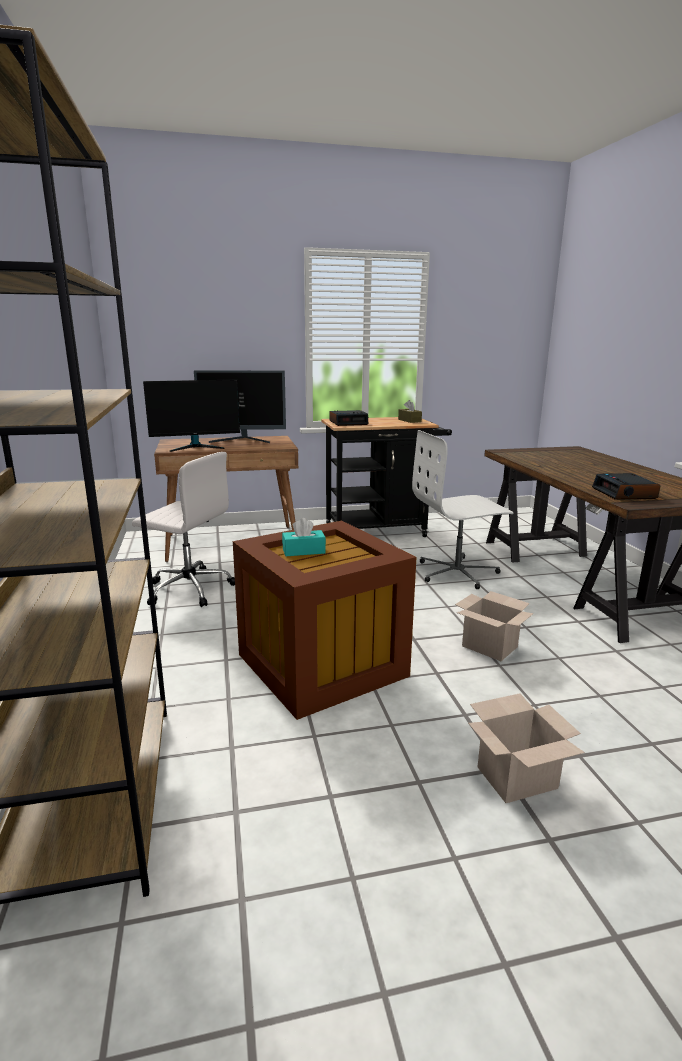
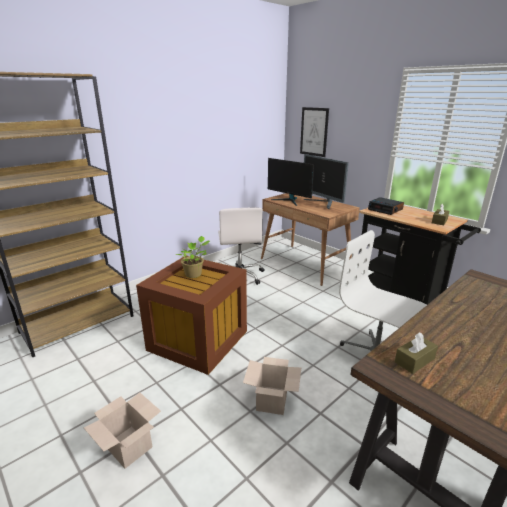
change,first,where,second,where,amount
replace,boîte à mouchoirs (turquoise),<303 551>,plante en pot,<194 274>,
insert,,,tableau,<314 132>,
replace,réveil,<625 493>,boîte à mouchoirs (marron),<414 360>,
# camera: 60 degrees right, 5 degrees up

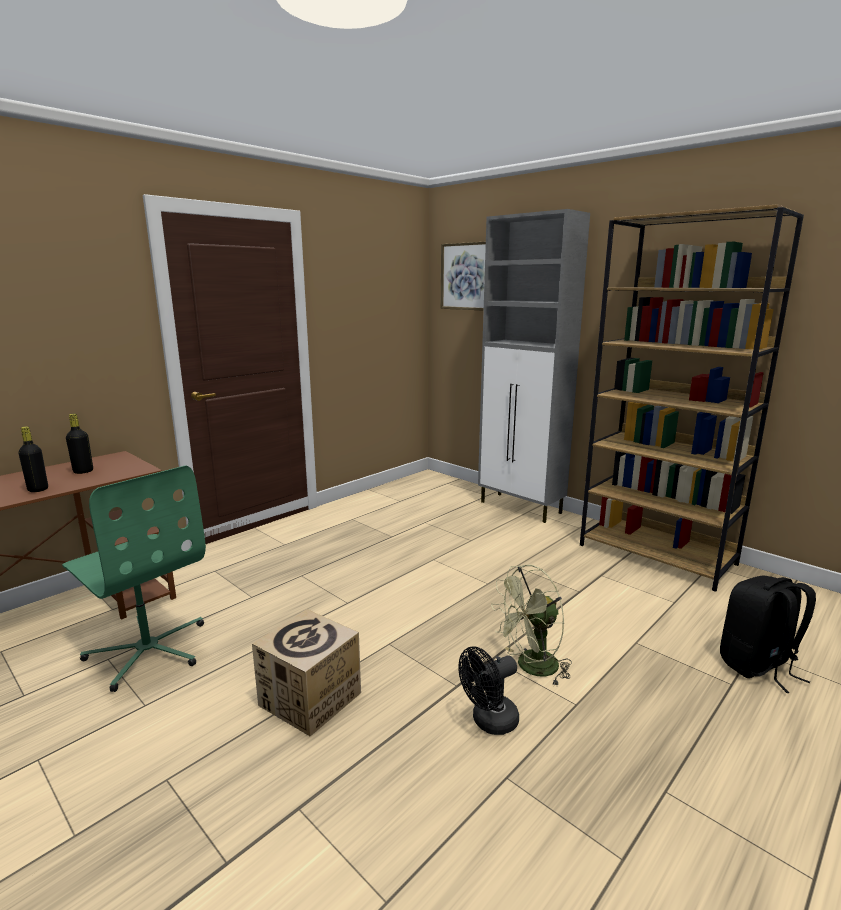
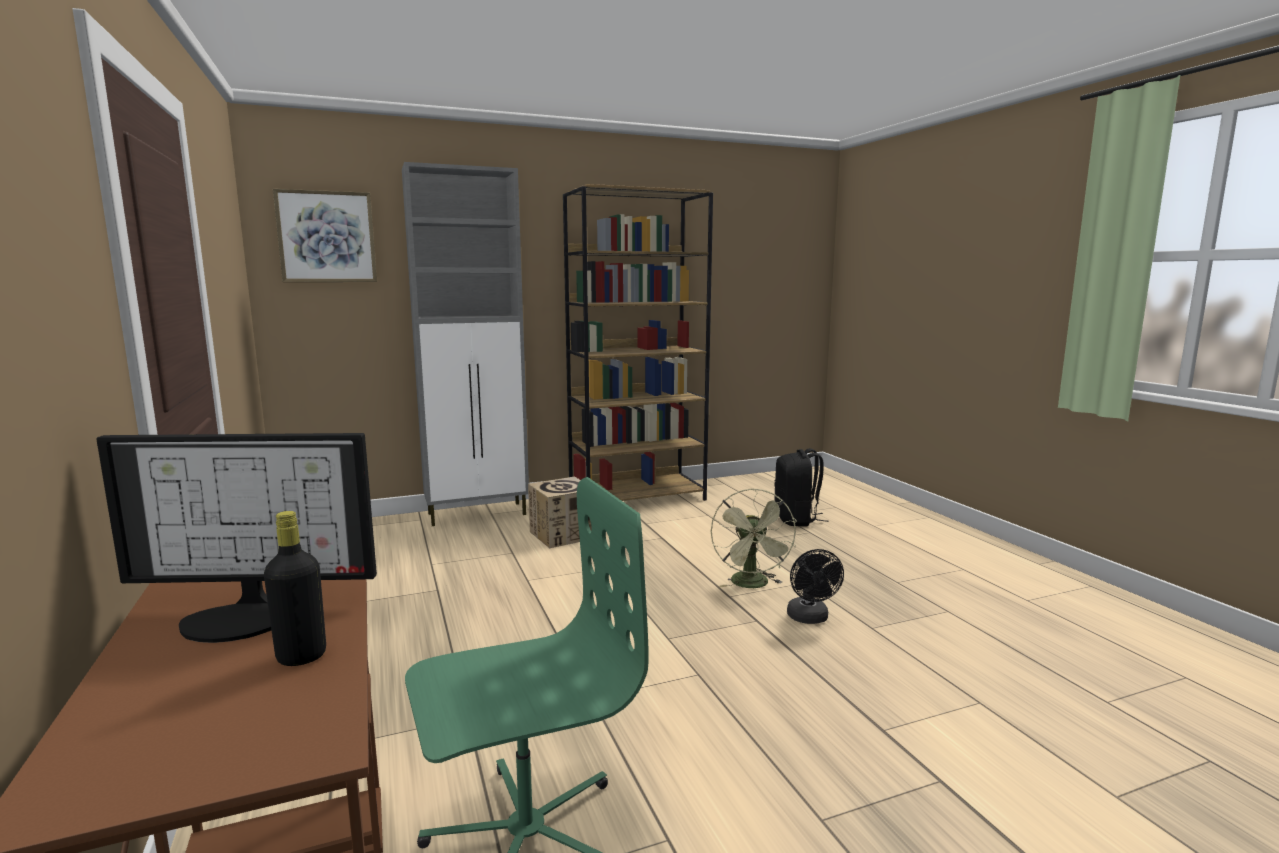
change,first,where,second,where,amount
replace,bouteille (noir),<83 471>,écran d'ordinateur,<243 616>,
move,carton,<310 699>,,<563 535>,
# camera: 65 degrees left, 5 degrees down

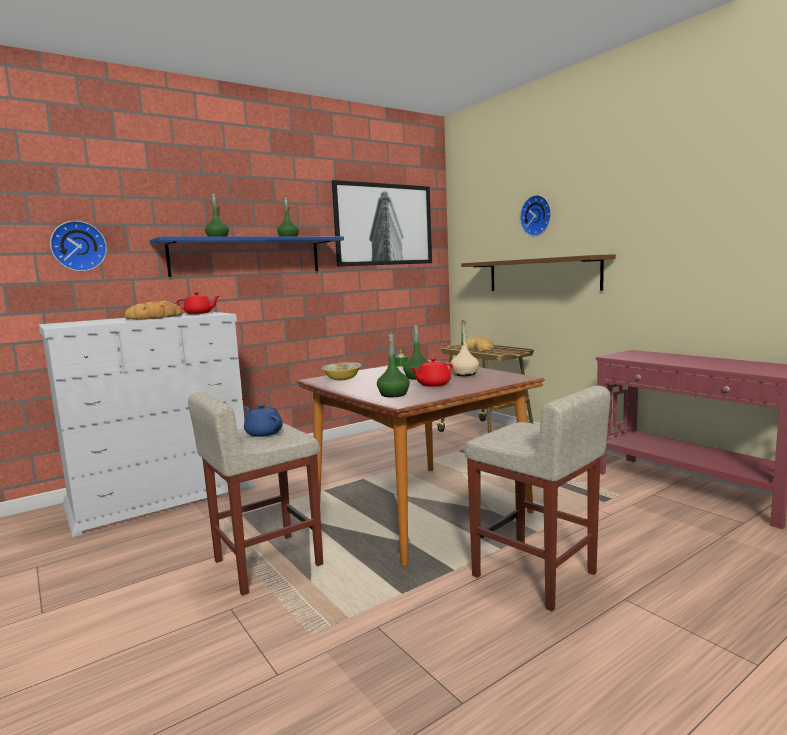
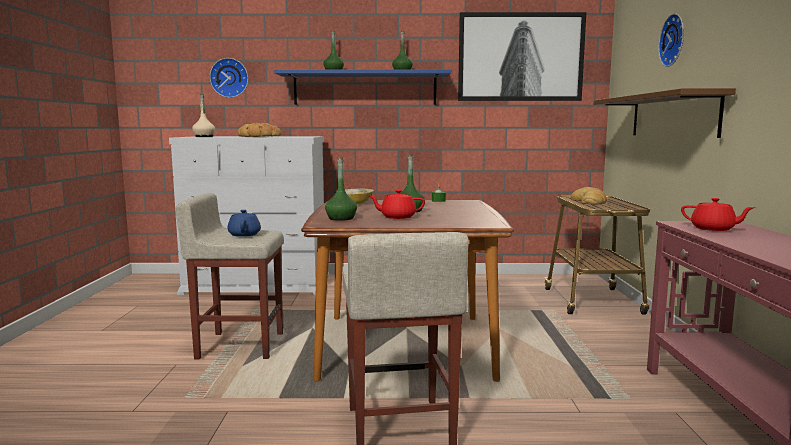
change,first,where,second,where,amount
move,bouteille (beige),<465 374>,,<204 136>,
move,théière (rouge),<199 313>,,<713 229>,
# camera: 35 degrees right, 0 degrees up

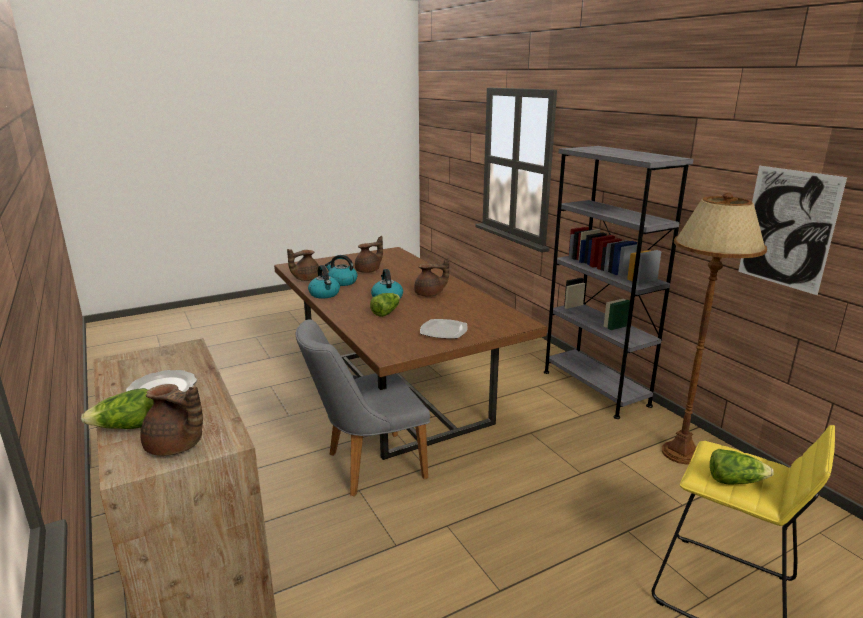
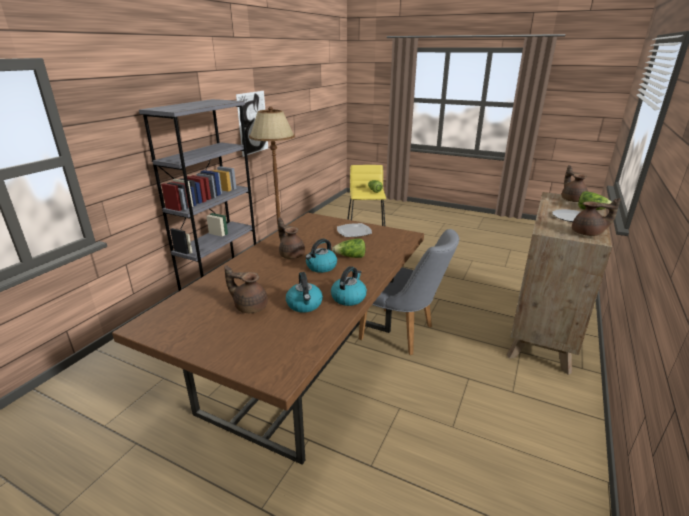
change,first,where,second,where,amount
move,théière (marron),<305 279>,,<588 233>,
# camera: 125 degrees left, 5 degrees up

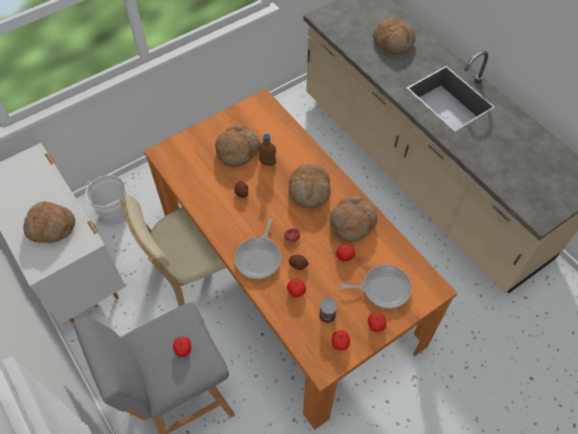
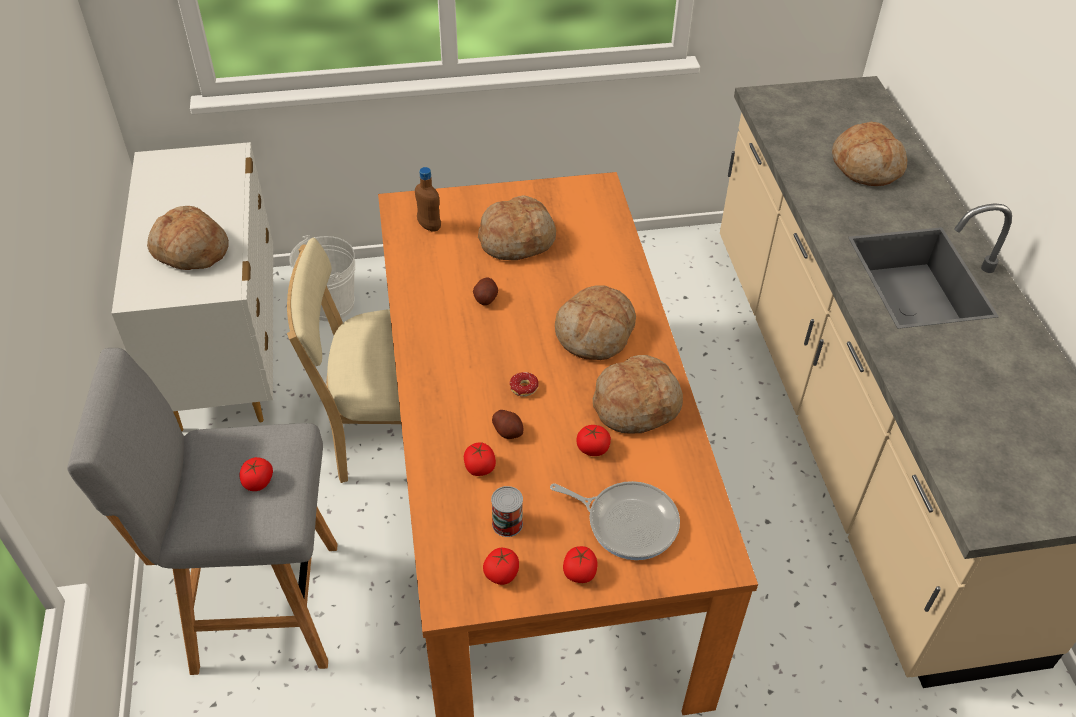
change,first,where,second,where,amount
move,bouteille (marron),<267 163>,,<429 226>,
delete,poêle,<259 257>,,,
# camera: 25 degrees right, 10 degrees down

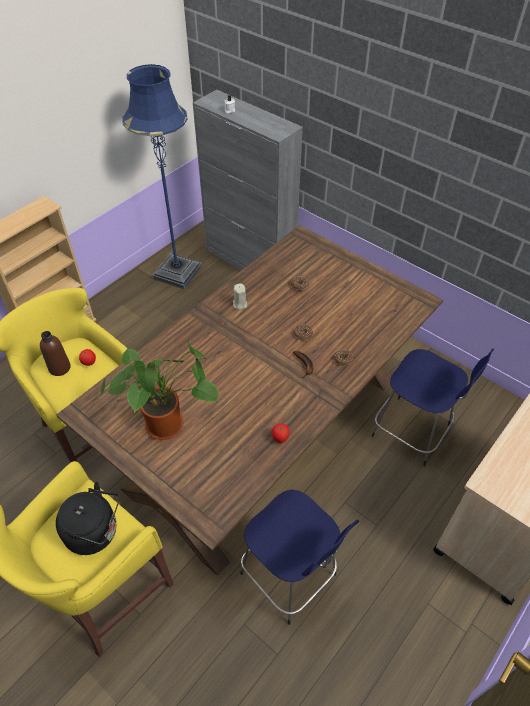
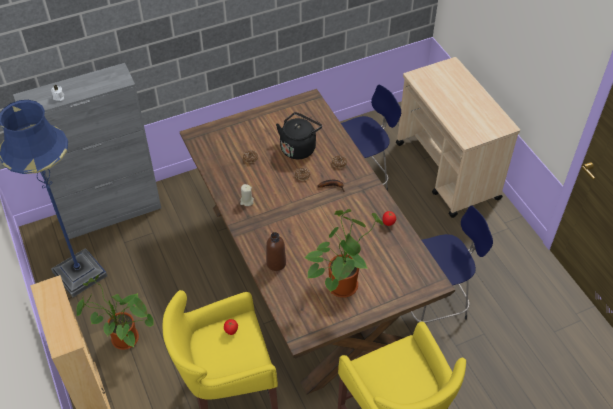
change,first,where,second,where,amount
insert,,,plante en pot,<122 339>,
move,bouteille (marron),<59 368>,,<276 263>,
move,bouilloire (noir),<96 532>,,<299 147>,
# camera: 65 degrees left, 0 degrees up

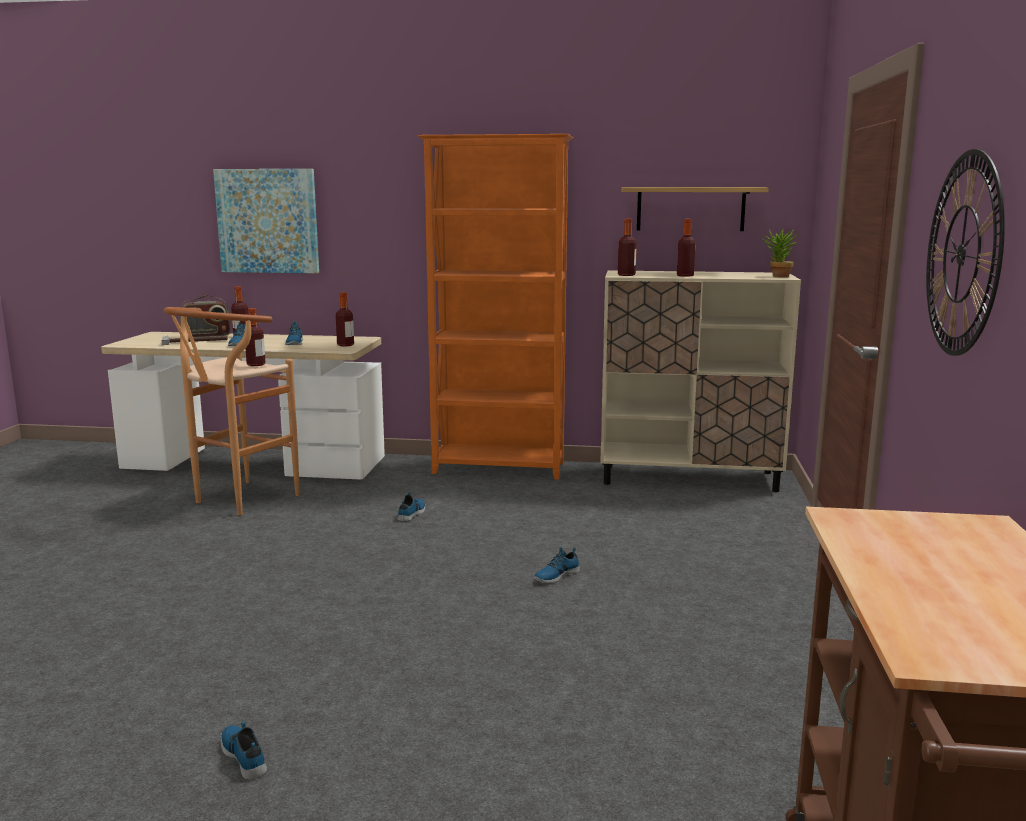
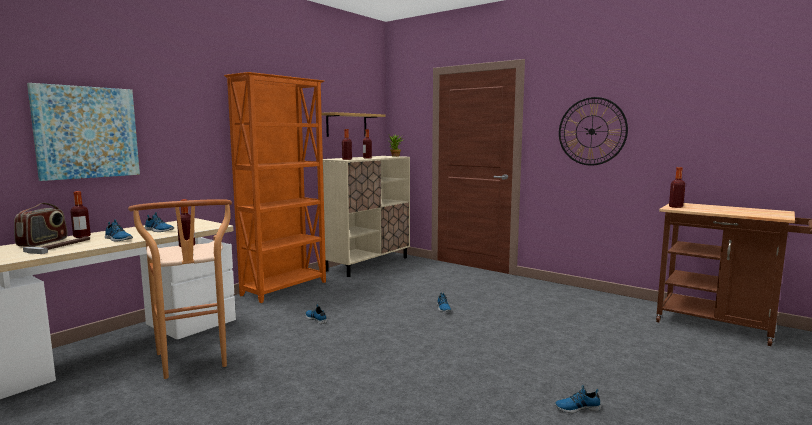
change,first,where,second,where,amount
move,bouteille,<345 345>,,<676 207>,
# camera: 60 degrees left, 5 degrees down

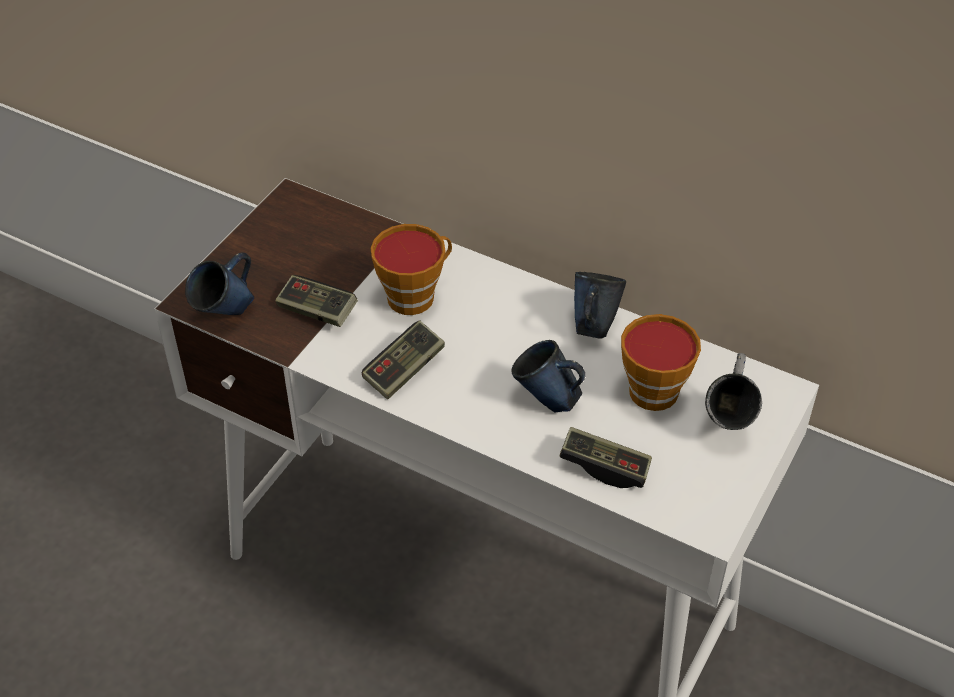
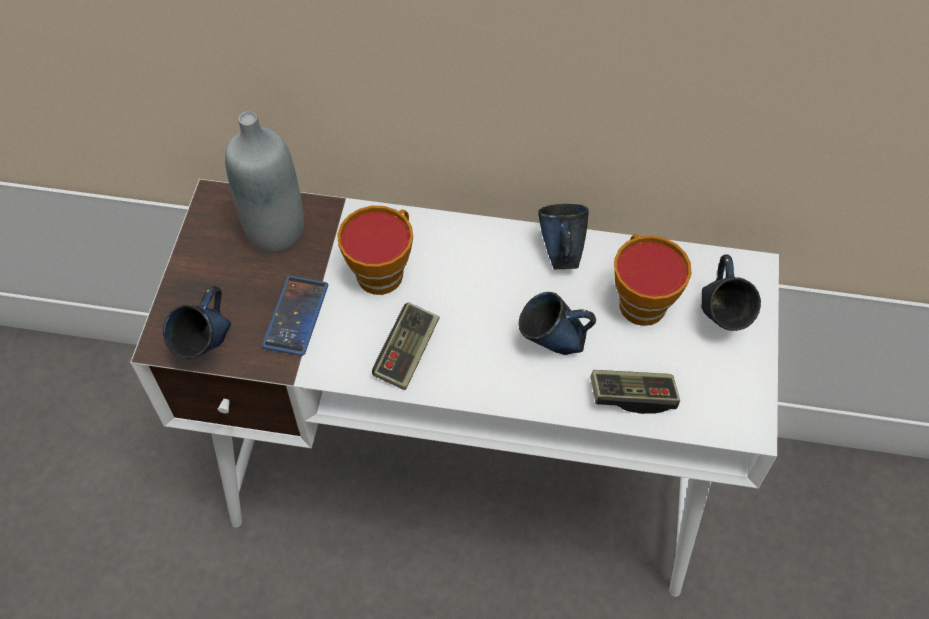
change,first,where,second,where,amount
insert,,,bouteille (gris),<275 231>,
replace,manette,<317 311>,téléphone,<296 316>,
recolor,mug (gris),<727 425>,mug (bleu),<719 319>,
# camera: 20 degrees left, 10 degrees up

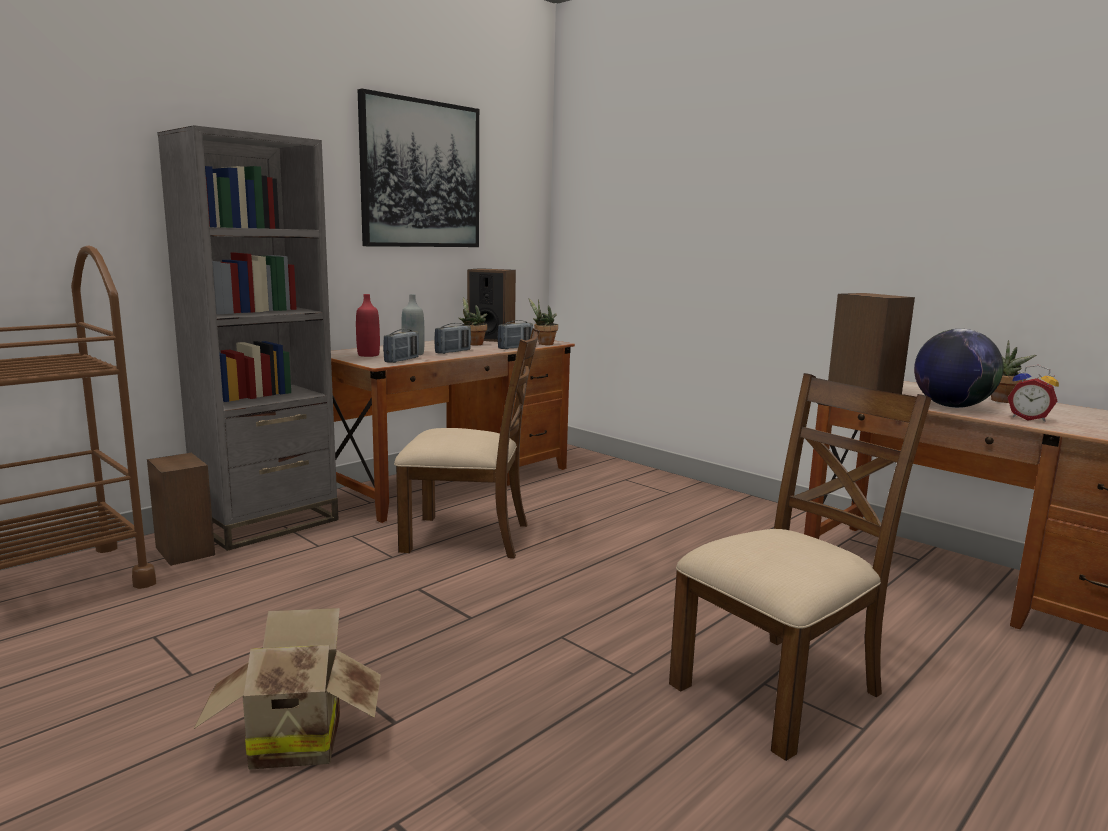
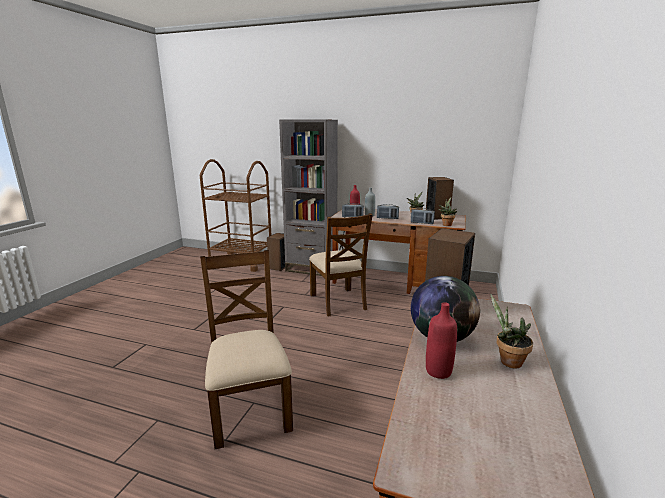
change,first,where,second,where,amount
rotate,chaise (marron),<779 689>,,<250 408>,135 degrees counterclockwise
replace,réveil,<1029 418>,bouteille (rouge),<438 371>,
delete,carton,<295 739>,,,
delete,tableau,<421 174>,,,
# camera: 65 degrees right, 5 degrees up

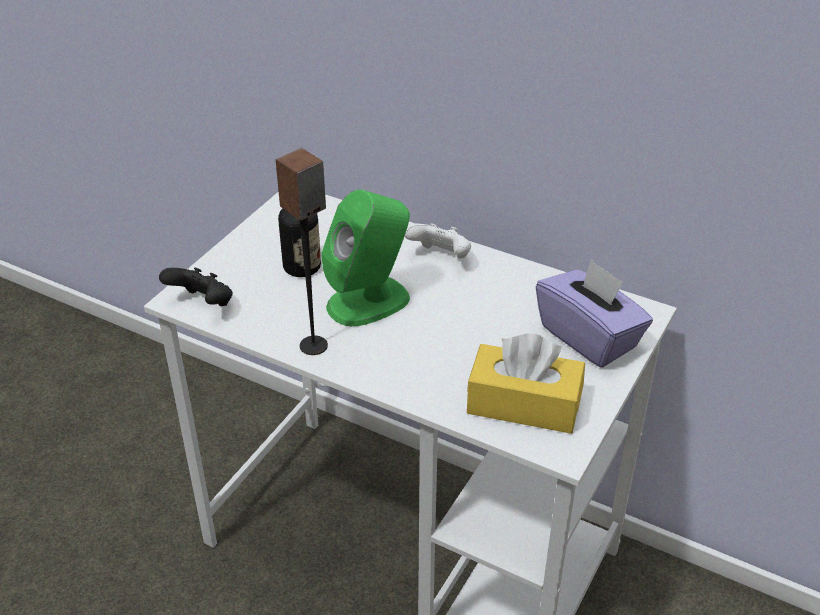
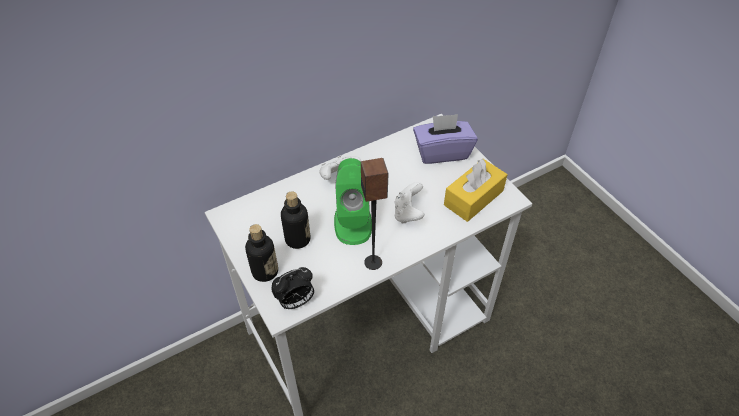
change,first,where,second,where,amount
insert,,,bouteille,<265 271>,
replace,manette (noir),<202 304>,réveil,<295 302>,
insert,,,manette (blanc),<408 213>,
# camera: 60 degrees left, 10 degrees up

